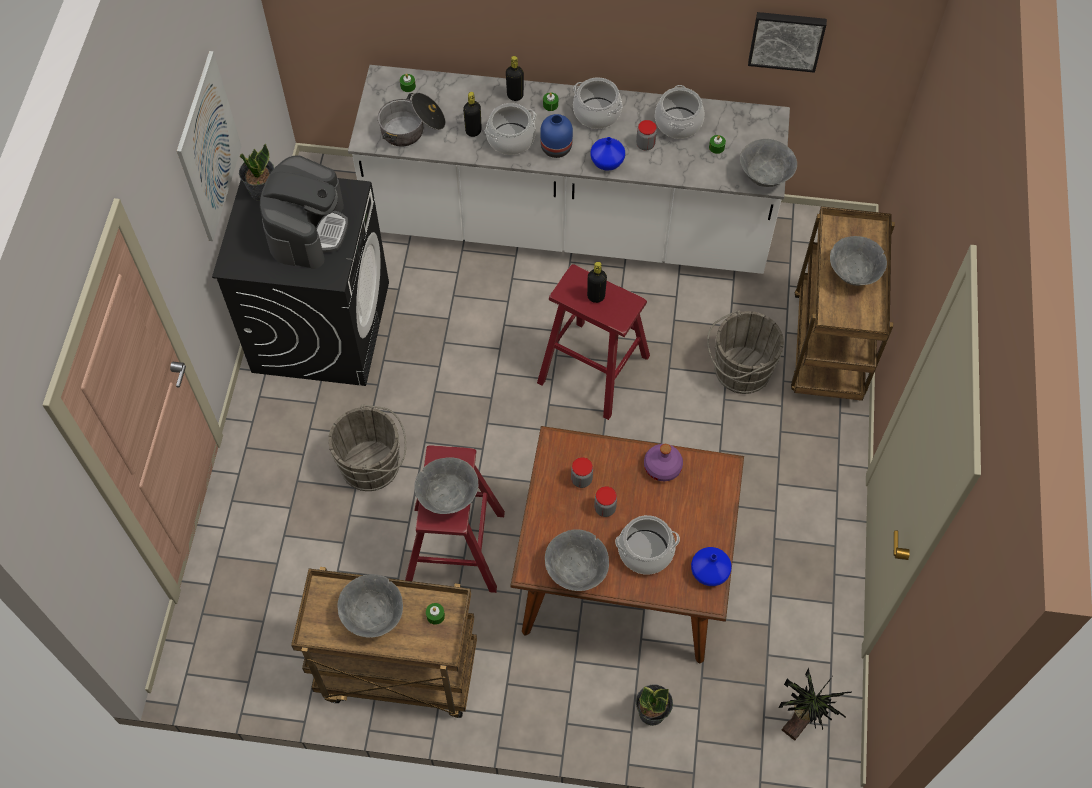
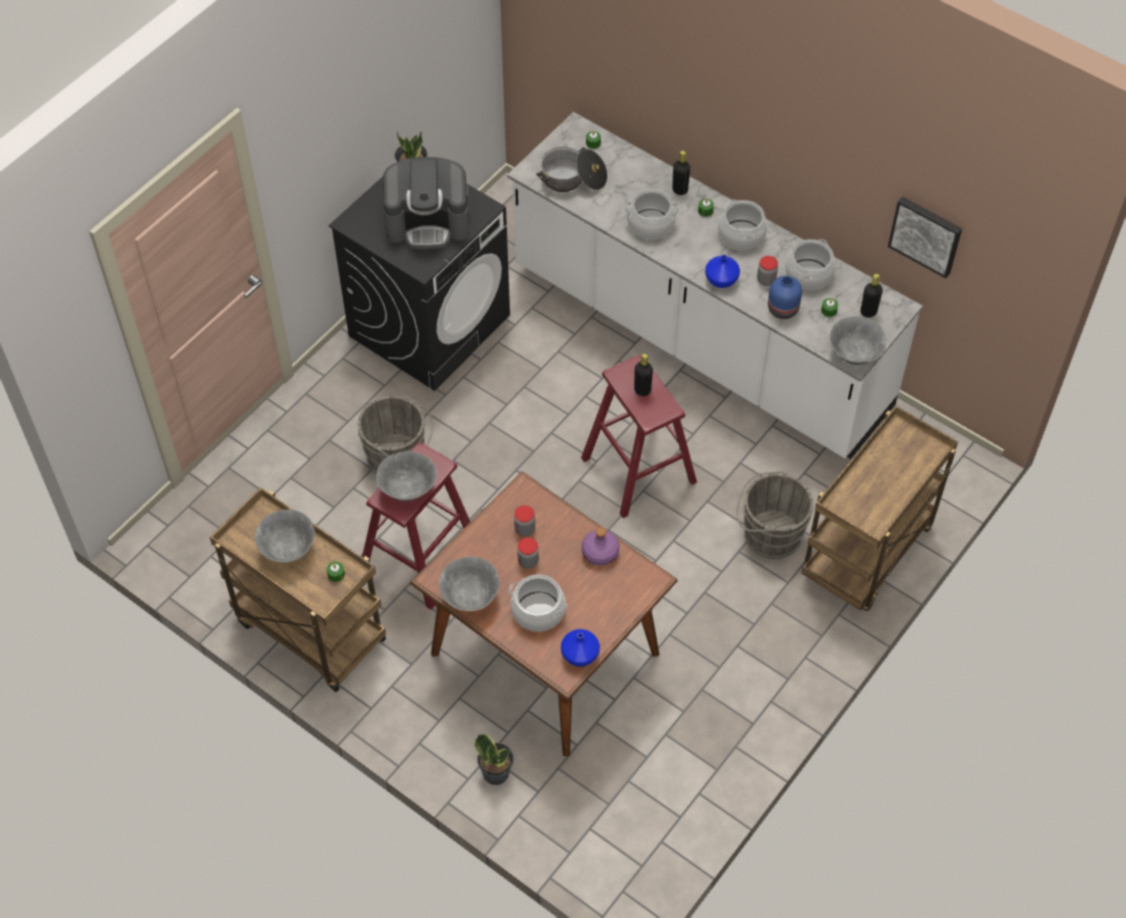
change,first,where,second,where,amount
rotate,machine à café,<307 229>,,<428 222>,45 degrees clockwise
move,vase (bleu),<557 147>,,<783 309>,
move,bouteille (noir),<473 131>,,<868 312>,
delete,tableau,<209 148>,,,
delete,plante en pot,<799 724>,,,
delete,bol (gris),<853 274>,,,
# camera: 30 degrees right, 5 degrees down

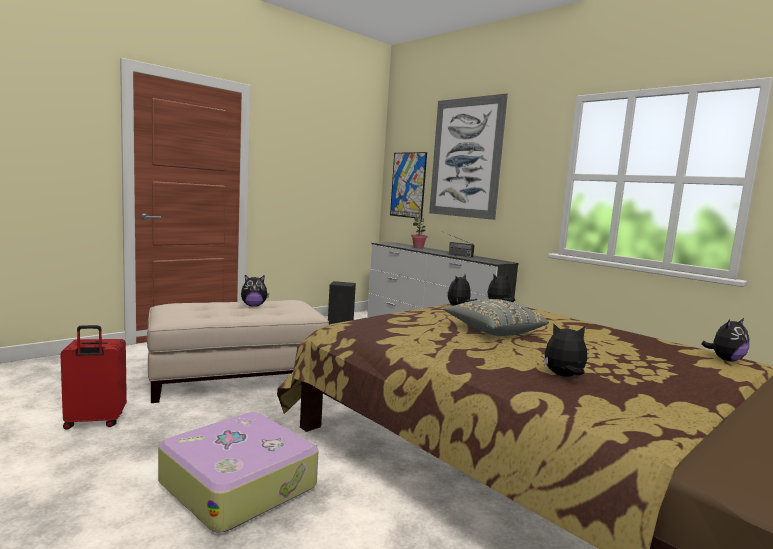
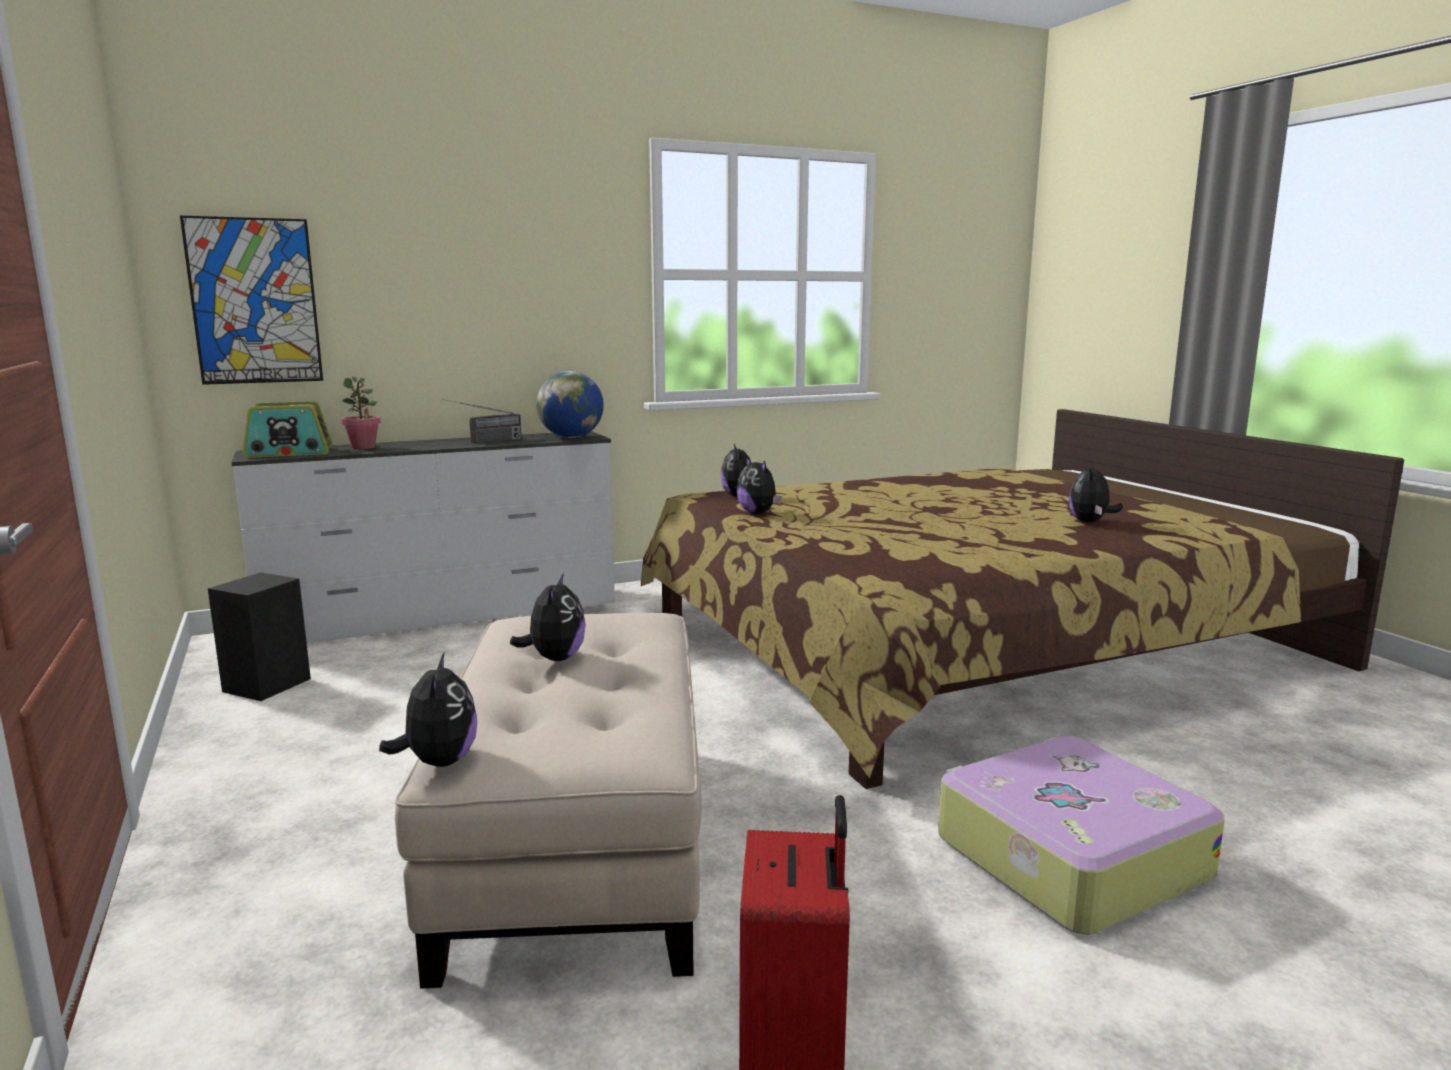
change,first,where,second,where,amount
insert,,,radio,<289 453>,
move,peluche,<725 360>,,<438 762>,
insert,,,globe,<571 437>,
delete,tableau,<466 158>,,,
delete,coussin (gris),<493 331>,,,
# camera: 70 degrees left, 5 degrees up

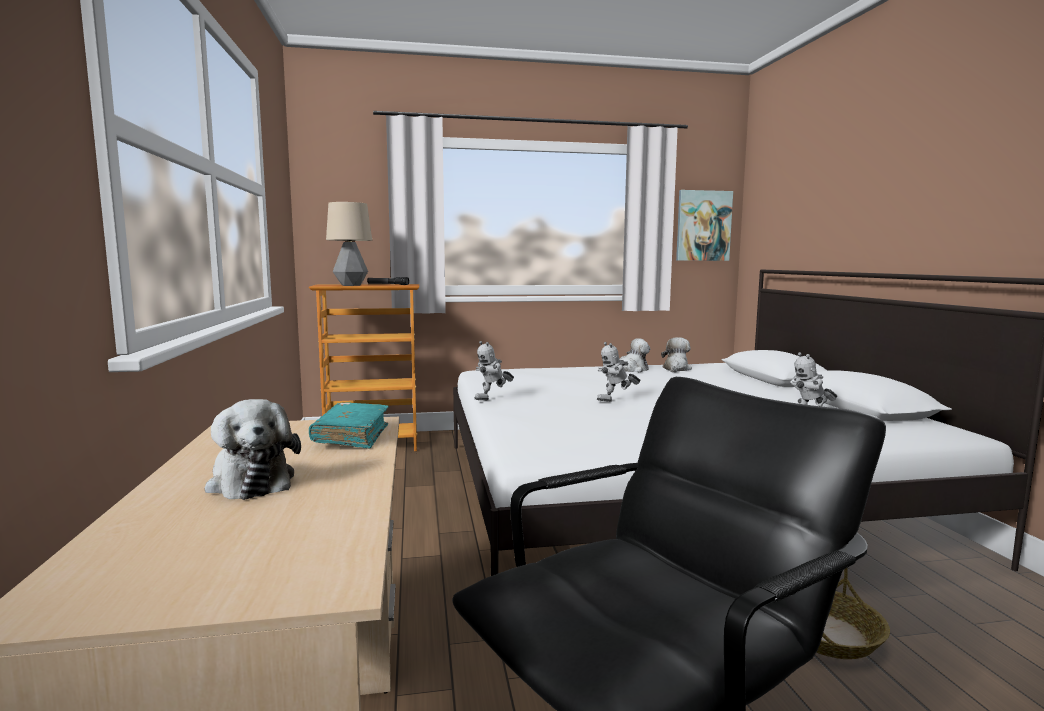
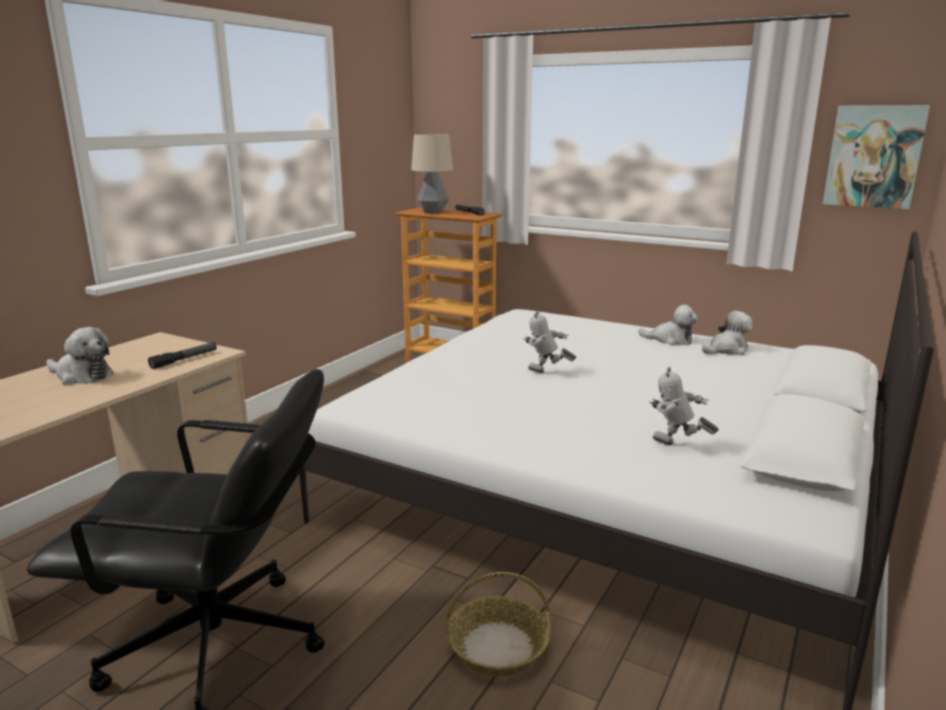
change,first,where,second,where,amount
rotate,peluche,<250 481>,,<81 376>,75 degrees counterclockwise
replace,livre (turquoise),<352 436>,lampe de poche,<184 360>,
delete,robot jouet,<493 399>,,,
# camera: 40 degrees right, 10 degrees up

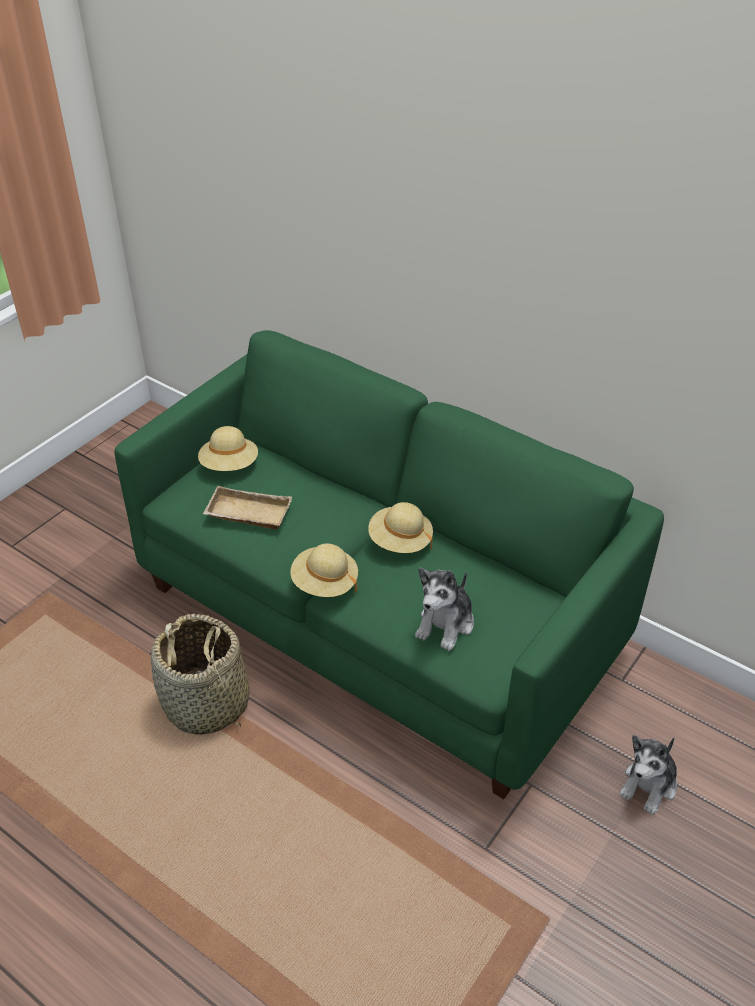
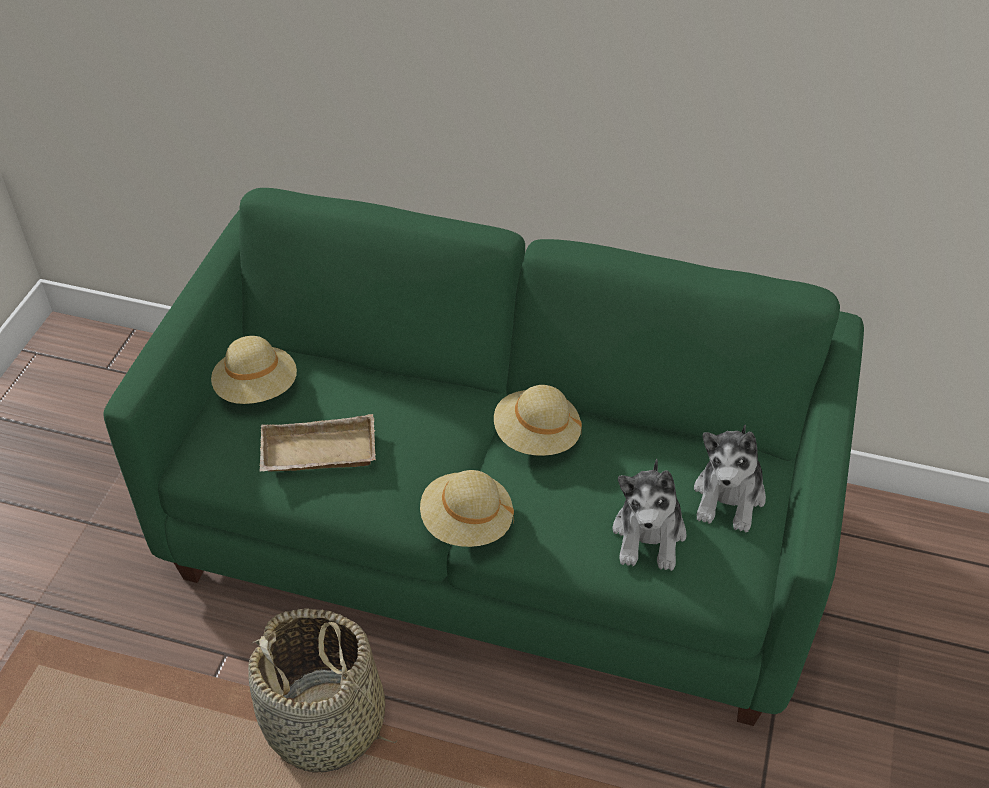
change,first,where,second,where,amount
move,peluche,<649 785>,,<729 496>,
# camera: 20 degrees left, 5 degrees up

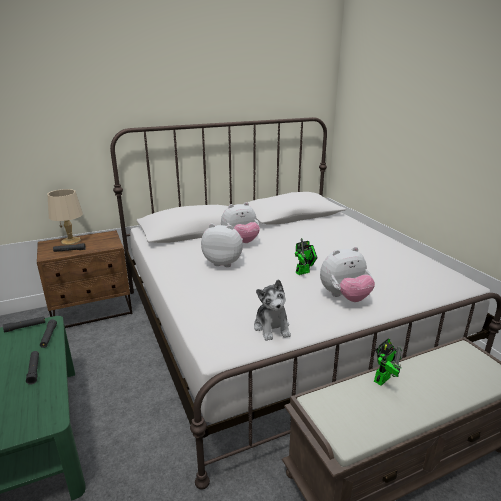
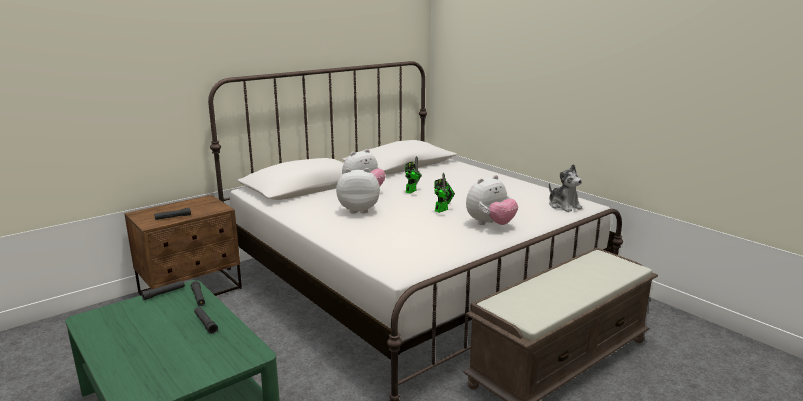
change,first,where,second,where,amount
move,robot jouet,<383 378>,,<412 190>,
move,peluche,<272 327>,,<563 206>,
delete,lampe de table (beige),<71 241>,,,
# camera: 15 degrees left, 5 degrees down

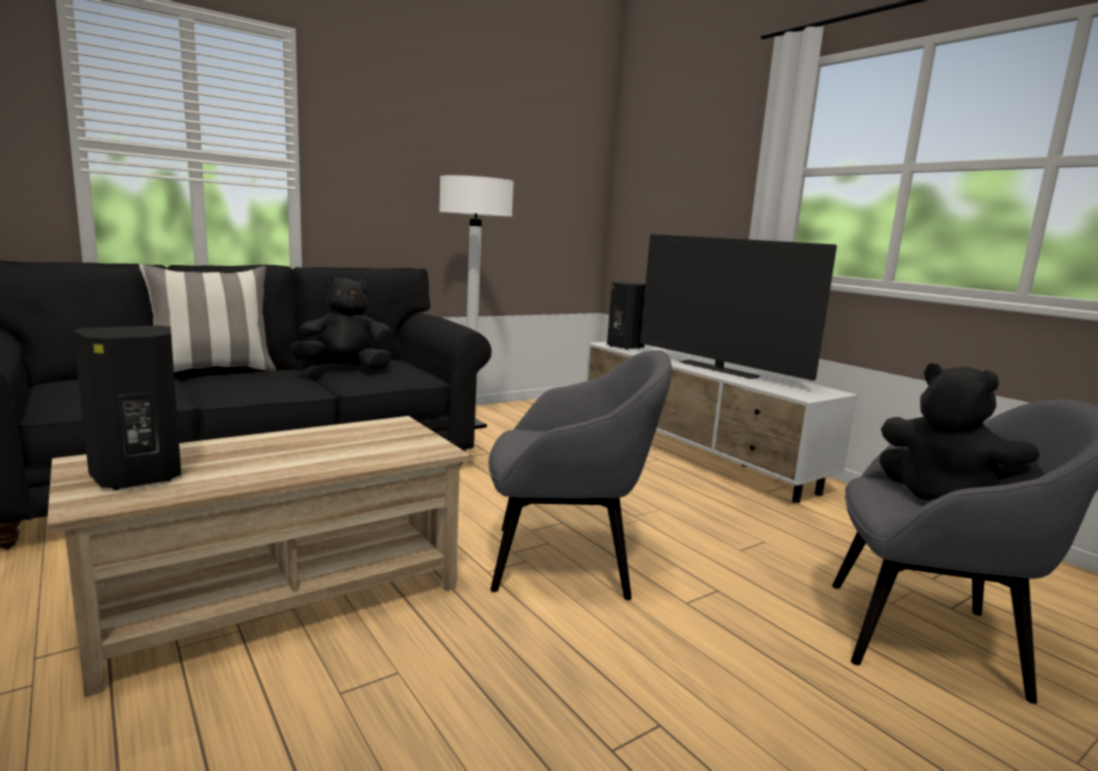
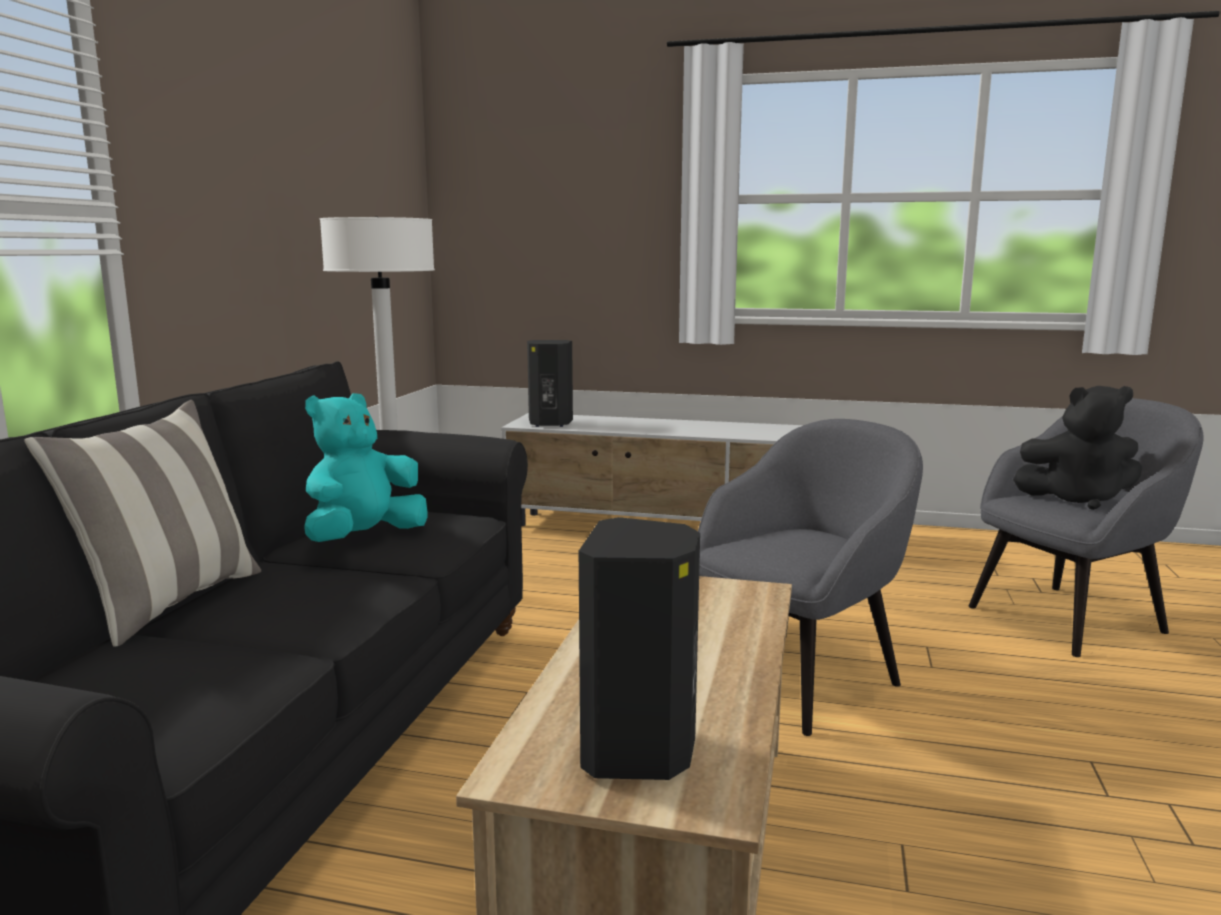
change,first,where,second,where,amount
recolor,peluche (noir),<345 369>,peluche (turquoise),<364 538>,
delete,téléviseur,<718 369>,,,
# camera: 40 degrees left, 0 degrees up

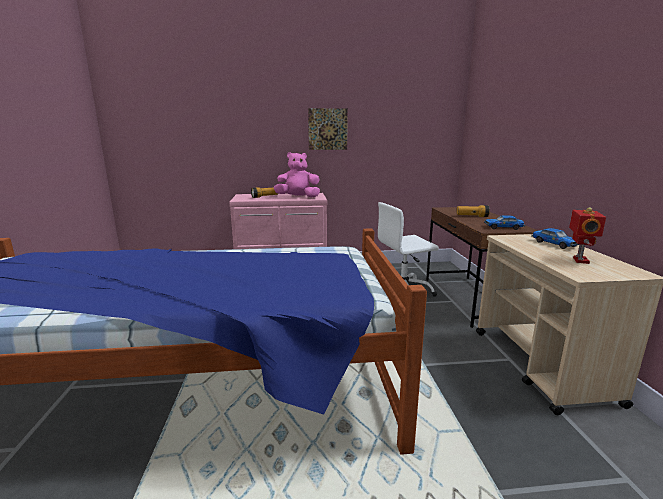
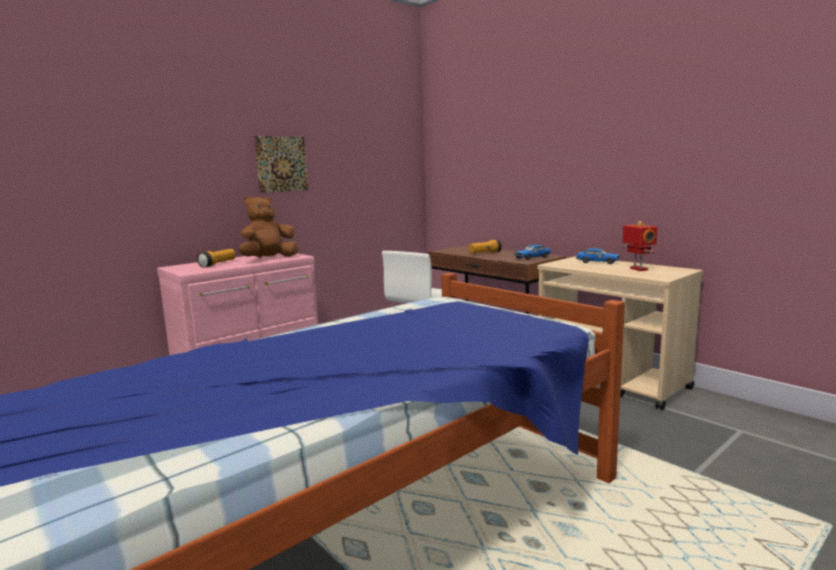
change,first,where,second,where,amount
recolor,peluche (rose),<298 197>,peluche (marron),<269 259>,
# camera: 35 degrees left, 5 degrees down

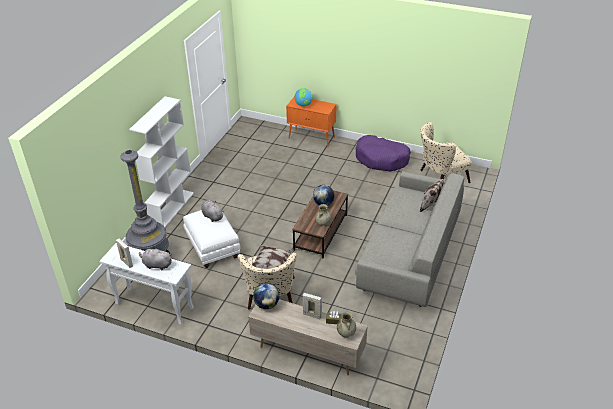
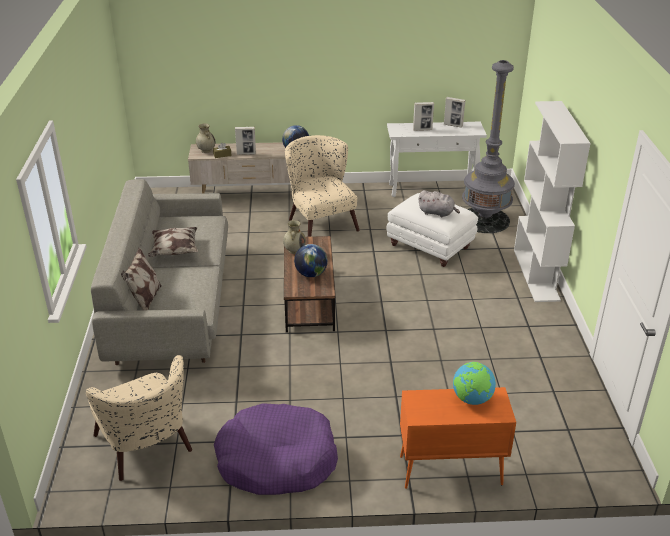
change,first,where,second,where,amount
rotate,fauteuil (beige),<439 177>,,<147 450>,105 degrees clockwise
move,coussin,<272 265>,,<174 251>,
replace,peluche (gris),<156 265>,cadre photo,<422 129>,
# camera: 155 degrees right, 5 degrees down

